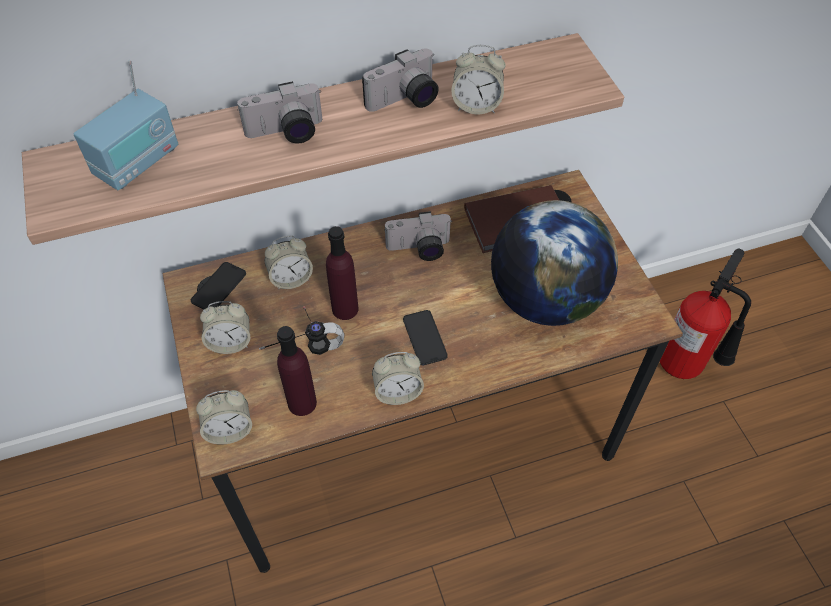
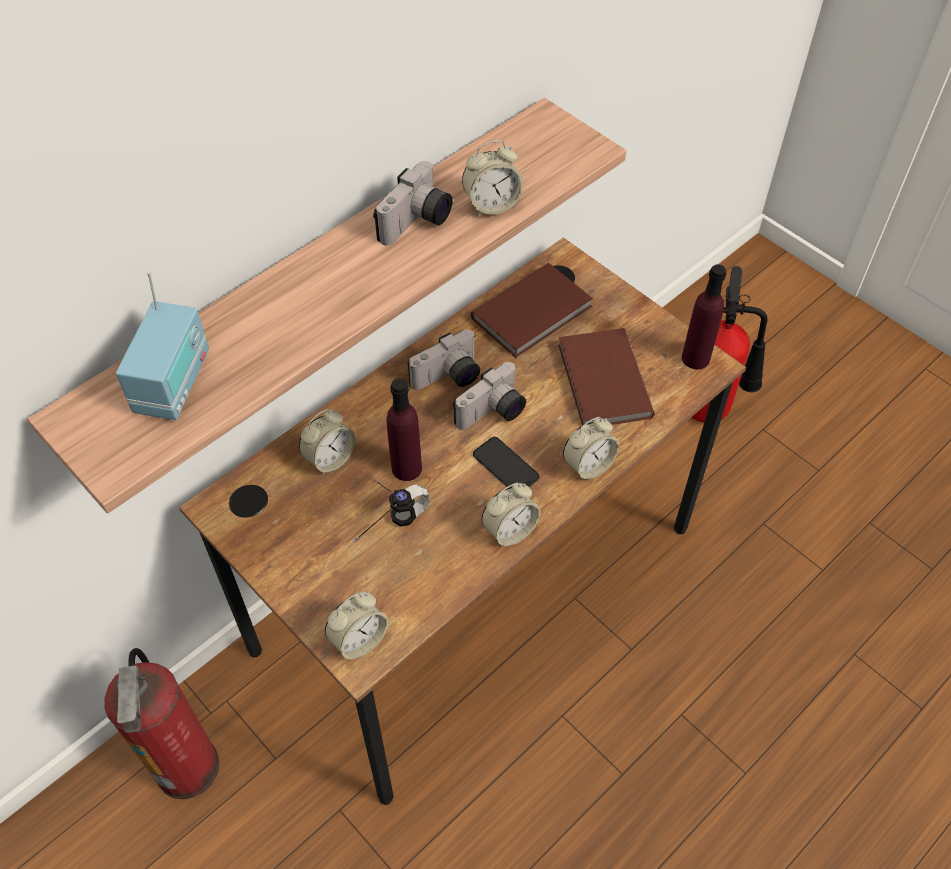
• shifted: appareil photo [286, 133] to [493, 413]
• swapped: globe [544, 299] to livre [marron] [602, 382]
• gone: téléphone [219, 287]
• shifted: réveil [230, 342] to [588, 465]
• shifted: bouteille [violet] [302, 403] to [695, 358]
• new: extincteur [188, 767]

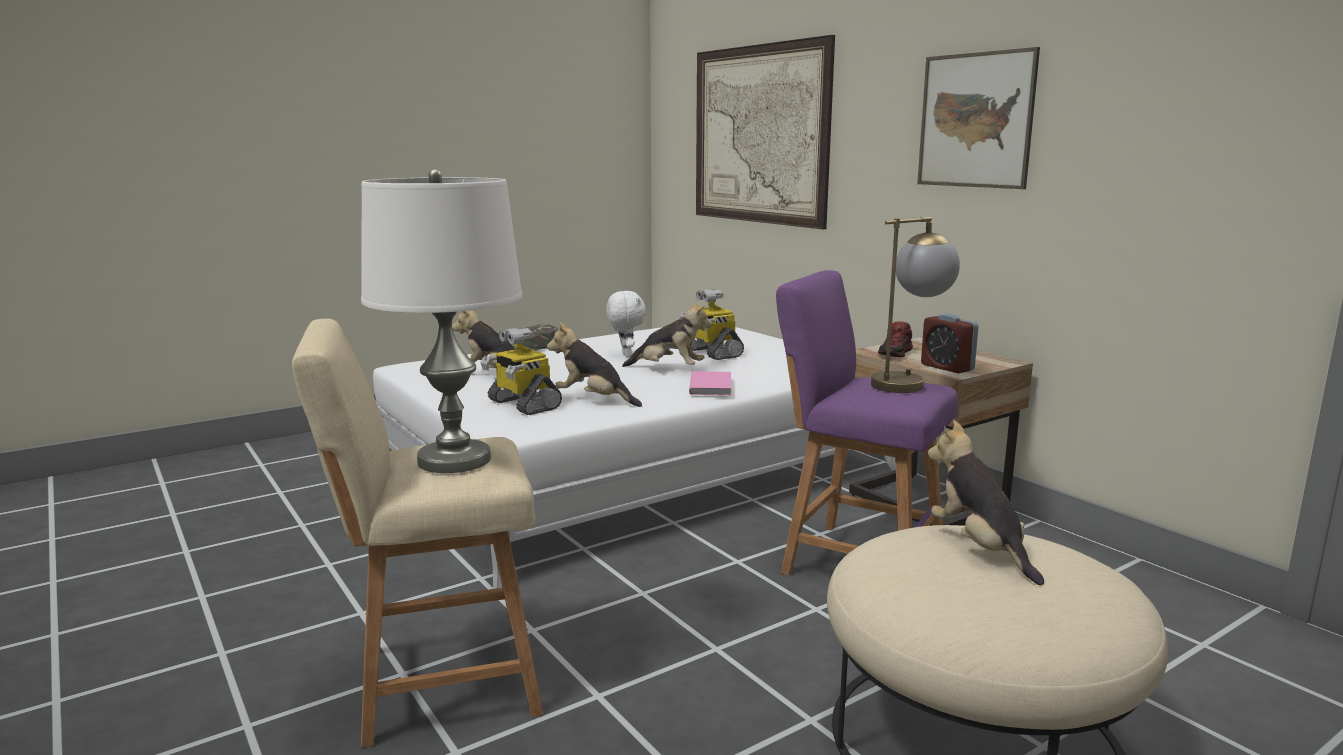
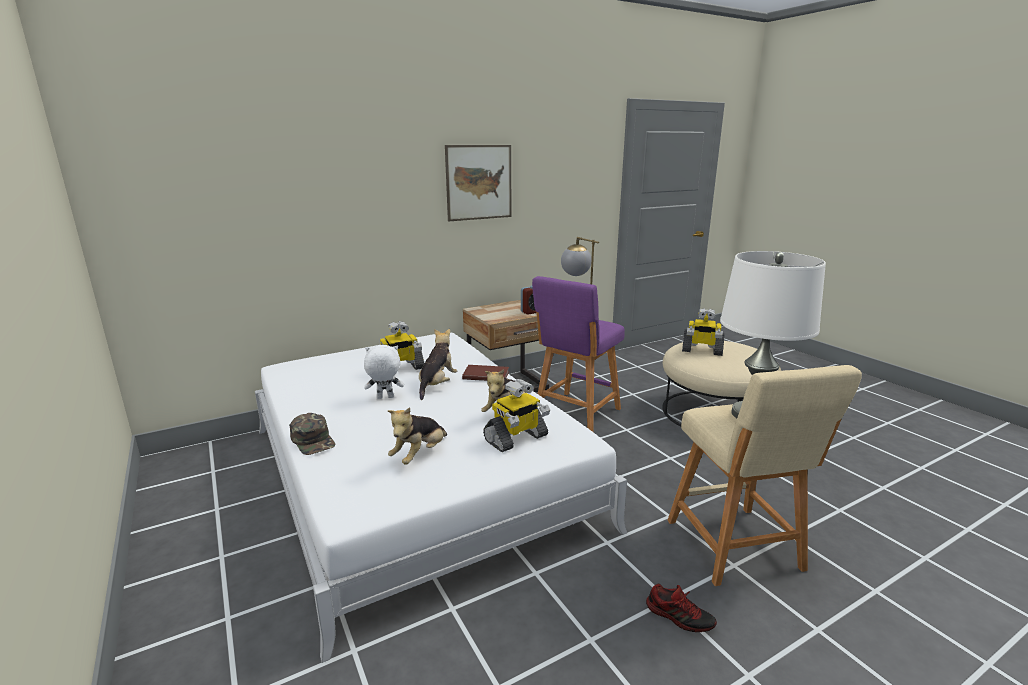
• gone: tableau [759, 135]
• shifted: chaussure [896, 353] to [679, 616]
• repainted: livre [rose] [712, 386] to livre [marron] [485, 375]
• swapped: peluche [979, 548] to robot jouet [701, 350]

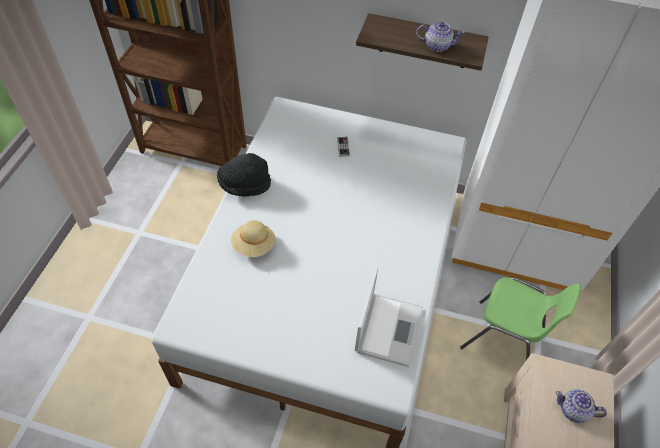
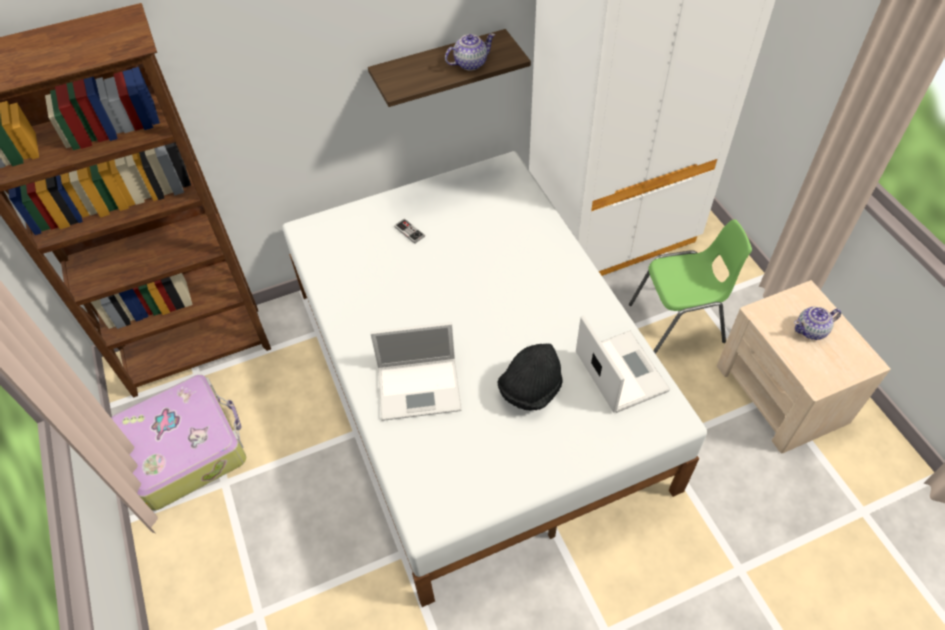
• shifted: chapeau [noir] [244, 185] to [530, 389]
• swapped: chapeau [beige] [254, 246] to ordinateur portable [421, 388]
• new: valise [185, 447]

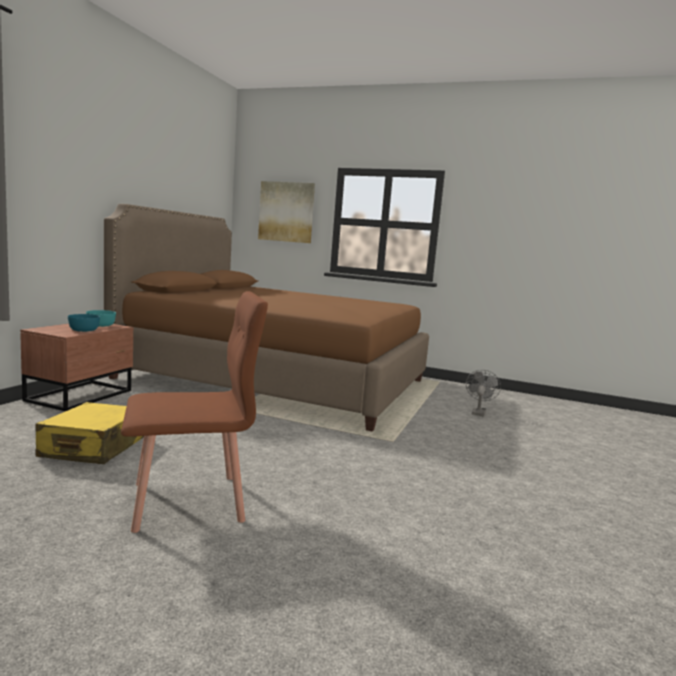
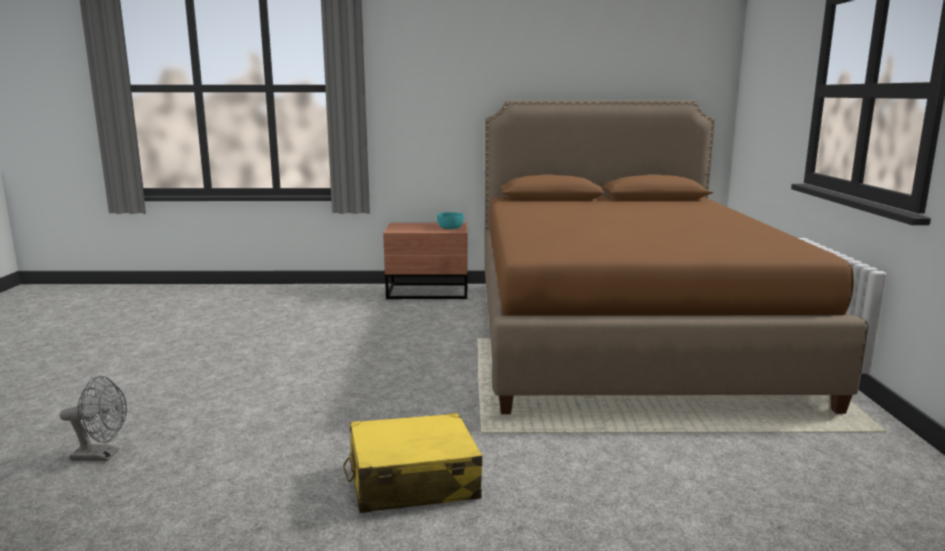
• gone: tableau [286, 212]
• gone: chaise [marron] [189, 502]
• gone: bol [turquoise] [83, 330]
• shifted: ventilateur [gris] [478, 412] to [102, 455]
• shifted: valise [jaune] [94, 447] to [412, 482]

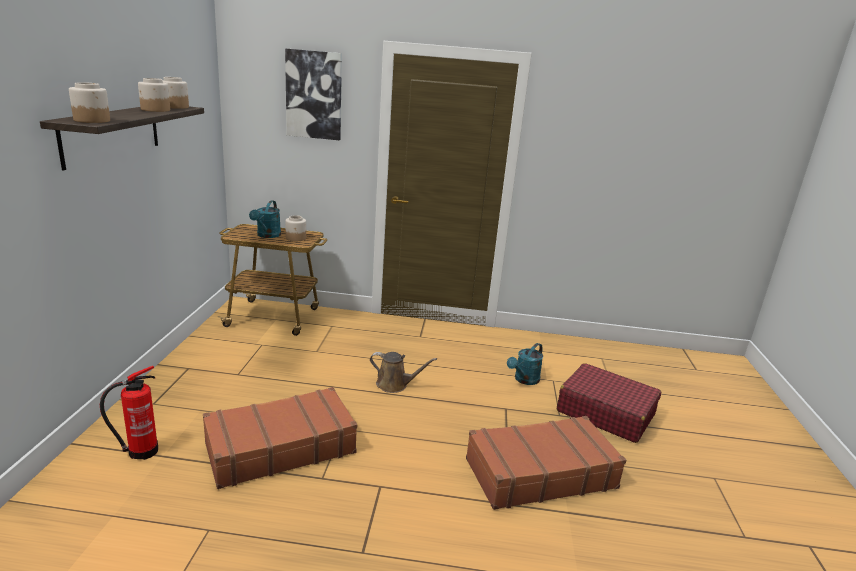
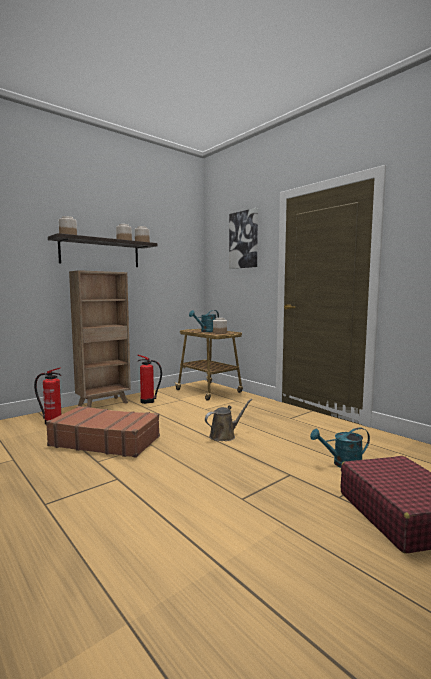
• rotated: arrosoir [marron] [395, 385] = [224, 436] 90 degrees counterclockwise
• gone: valise [marron] [539, 473]
• new: bibliothèque [marron] [104, 404]
• new: extincteur [148, 401]

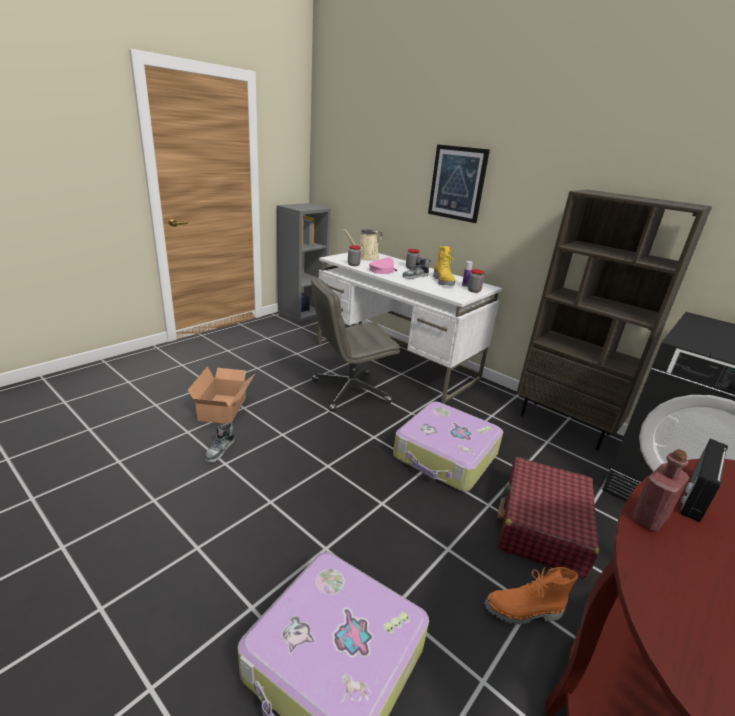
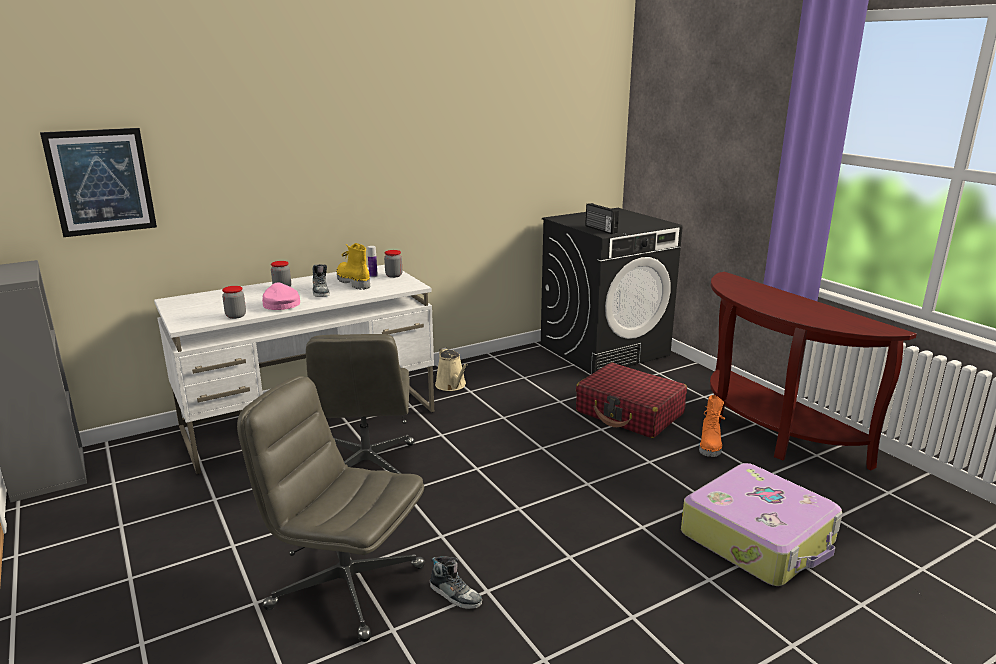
• shifted: tableau [457, 183] to [101, 181]
• gone: bibliothèque [marron] [565, 425]
• shifted: arrosoir [beige] [365, 258] to [452, 385]
• rotated: botte [jaune] [443, 281] = [352, 282] 135 degrees counterclockwise
• swapped: carton [225, 408] to chaise de bureau [gris] [345, 587]
• gone: valise [446, 456]
• shifted: radio [693, 495] to [600, 229]
• gone: bouteille [rouge] [649, 518]

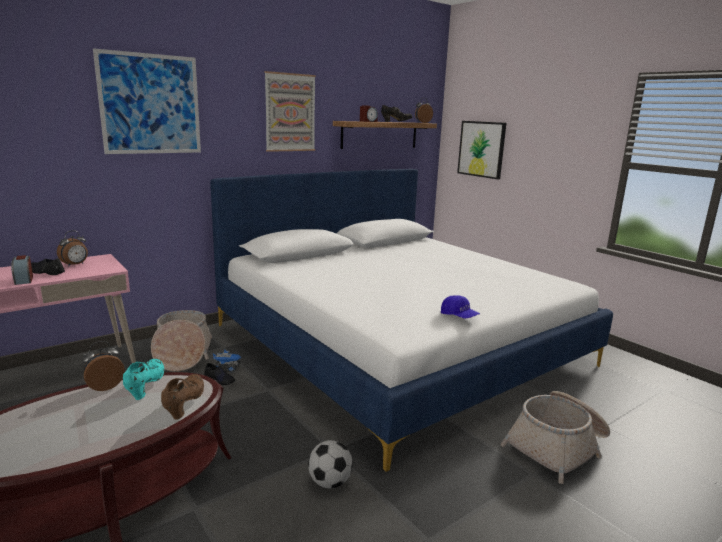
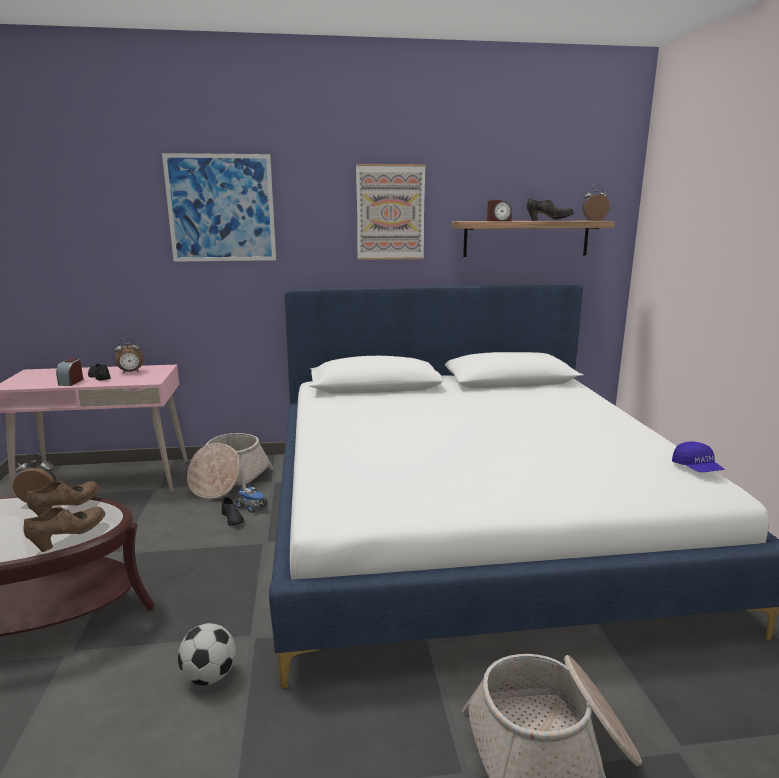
• gone: tableau [481, 149]
• shifted: casquette [bleu] [459, 316] to [696, 469]
• repainted: chaussure [turquoise] [146, 386] to chaussure [marron] [67, 509]

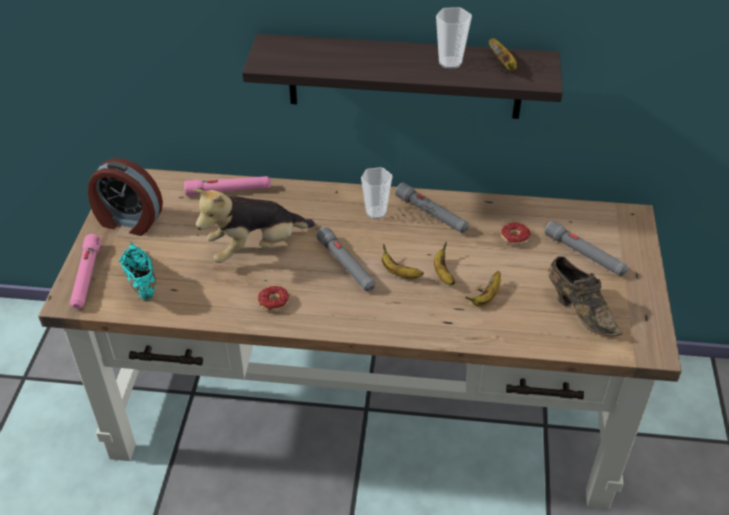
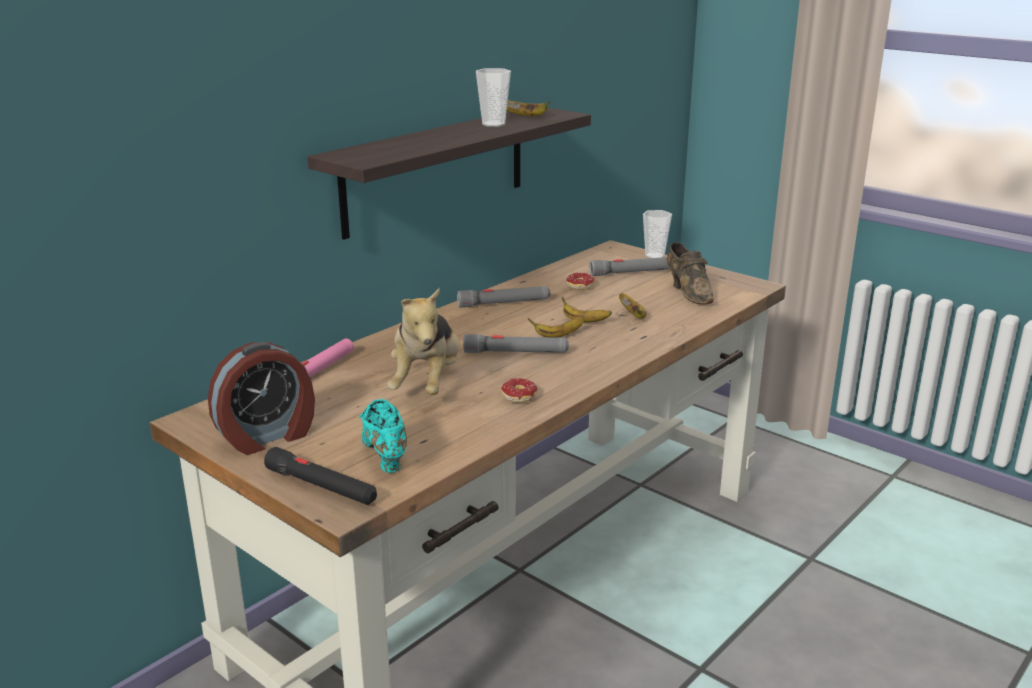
• shifted: tasse [376, 213] to [654, 256]
• repainted: lampe de poche [rose] [86, 277] to lampe de poche [noir] [321, 486]
• rotated: chaussure [turquoise] [141, 282] = [384, 455] 60 degrees clockwise
• rotated: chaussure [marron] [579, 310] = [689, 292] 75 degrees clockwise

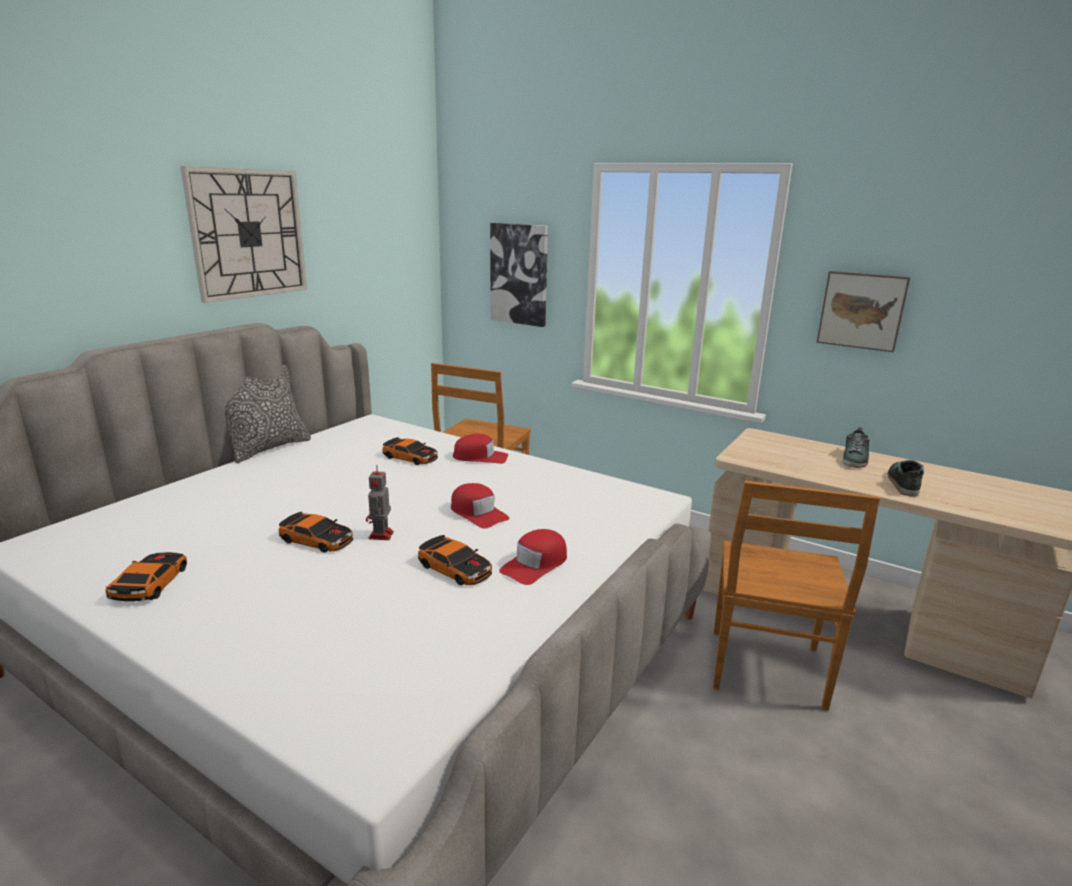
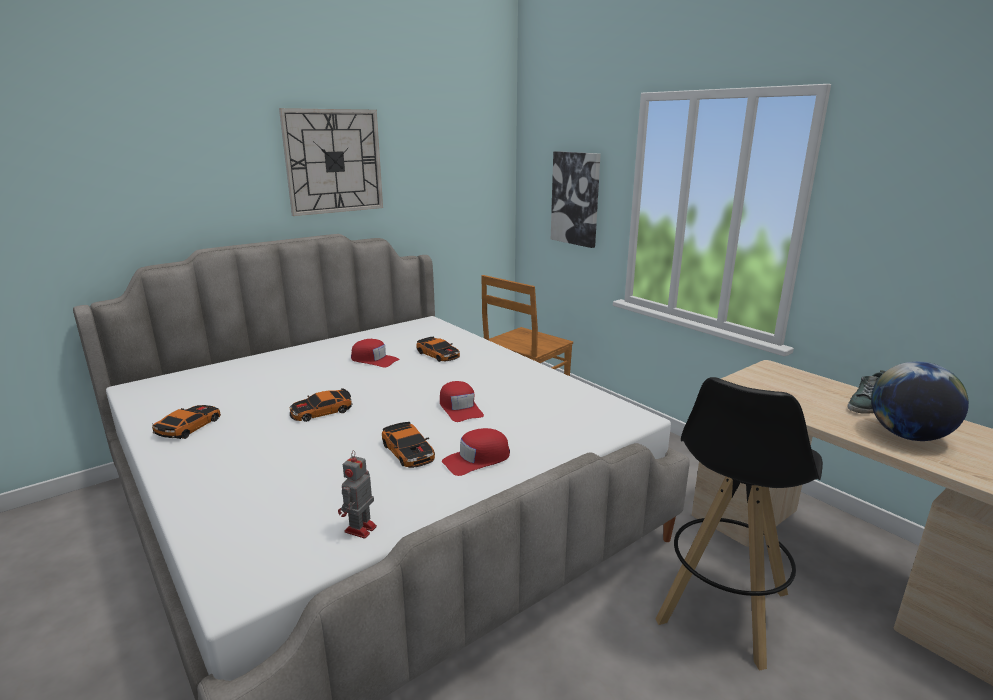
• gone: tableau [862, 310]
• gone: coussin [268, 448]
• shifted: casquette [rouge] [480, 457] to [374, 360]
• swapped: chaussure [902, 482] to globe [908, 436]
• shifted: robot jouet [380, 536] to [359, 530]
• swapped: chaise [marron] [766, 670] to tabouret [noir] [722, 608]
• rotated: petite voiture [318, 539] = [321, 411] 105 degrees clockwise

